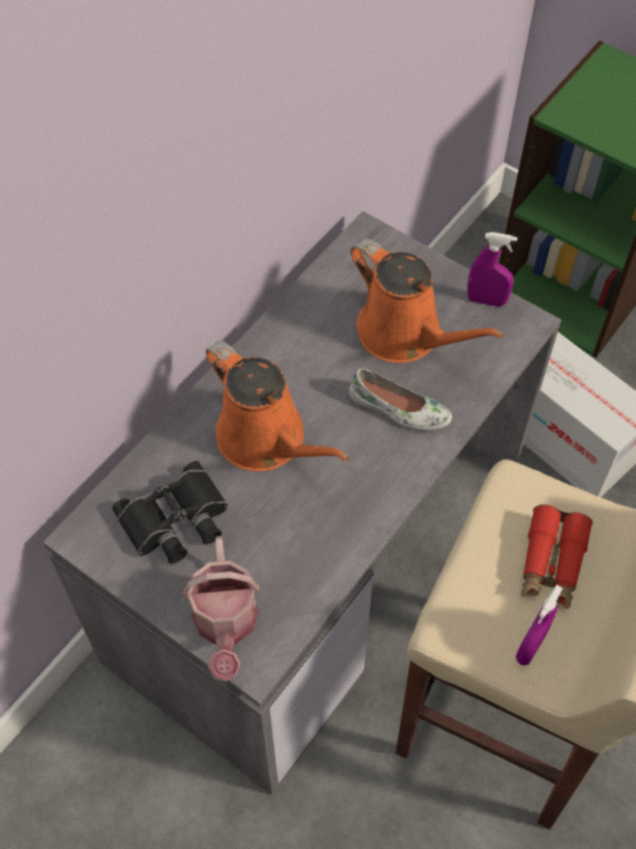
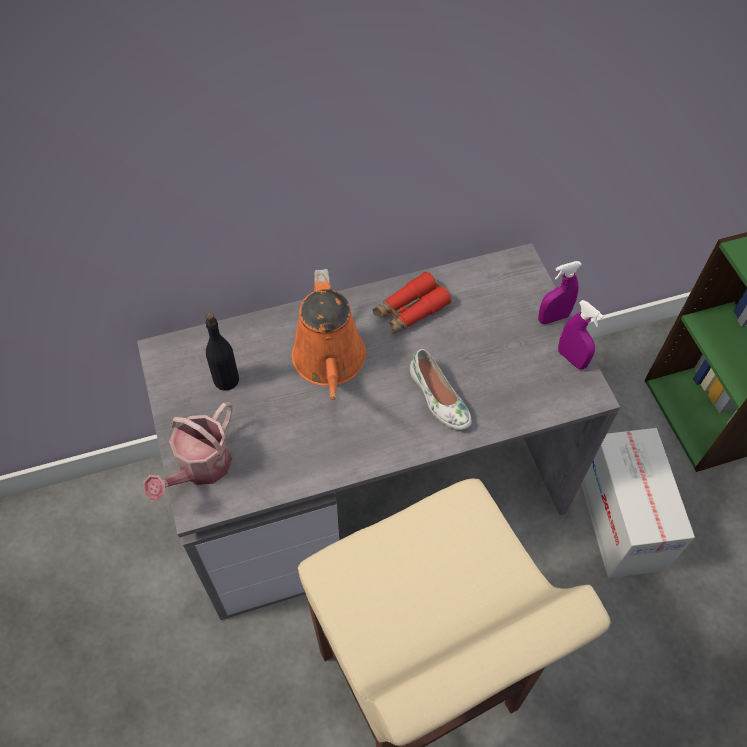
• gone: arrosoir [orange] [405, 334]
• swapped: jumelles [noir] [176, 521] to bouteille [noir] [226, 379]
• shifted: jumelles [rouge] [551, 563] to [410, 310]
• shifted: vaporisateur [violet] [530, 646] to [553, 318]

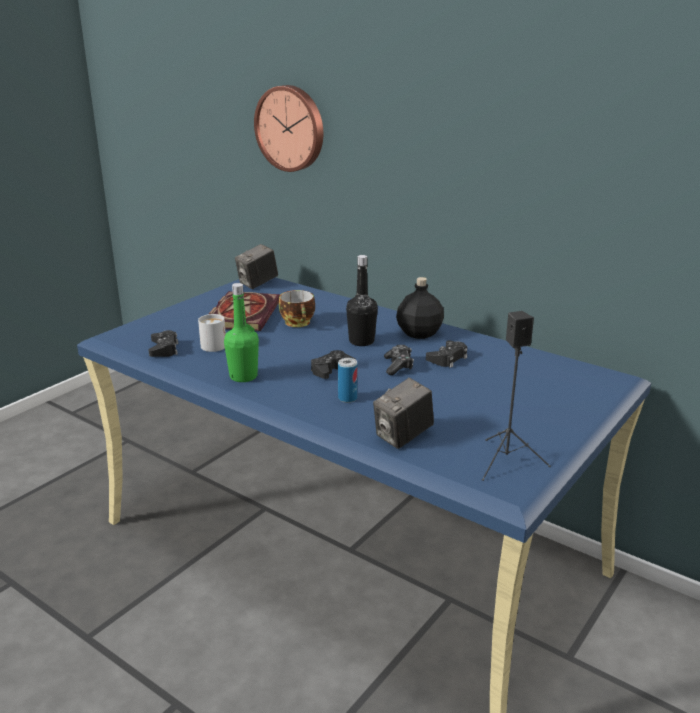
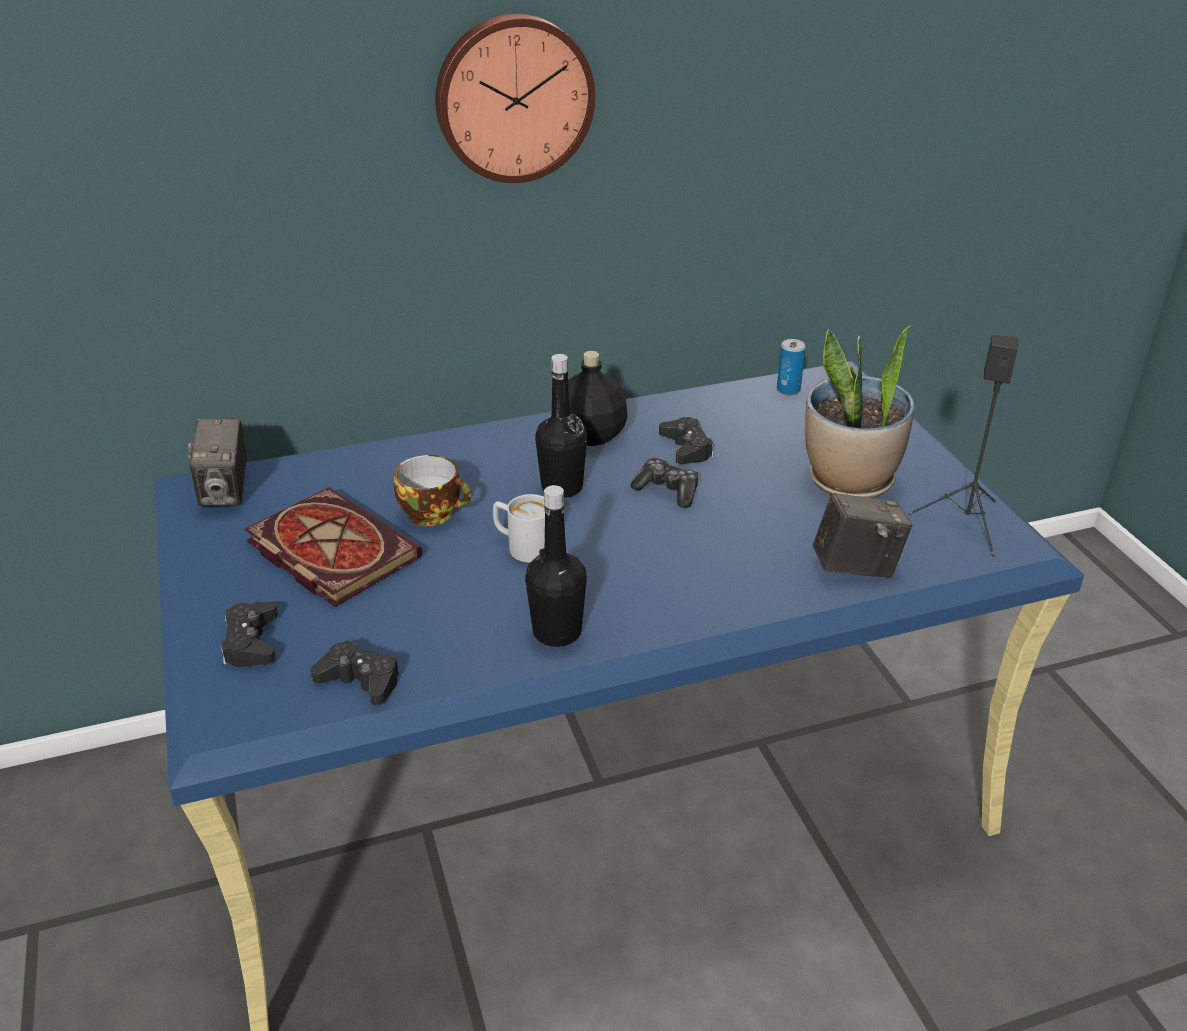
• shifted: horloge murale [291, 128] to [513, 98]
• repainted: bouteille [vert] [243, 376] to bouteille [noir] [557, 632]
• shifted: mug [blanc] [213, 344] to [522, 546]
• shifted: manette [noir] [331, 370] to [251, 642]
• shifted: boîte métallique [347, 398] to [788, 390]
• rotated: appareil photo [403, 437] = [855, 567] 90 degrees counterclockwise
• new: plante en pot [849, 481]

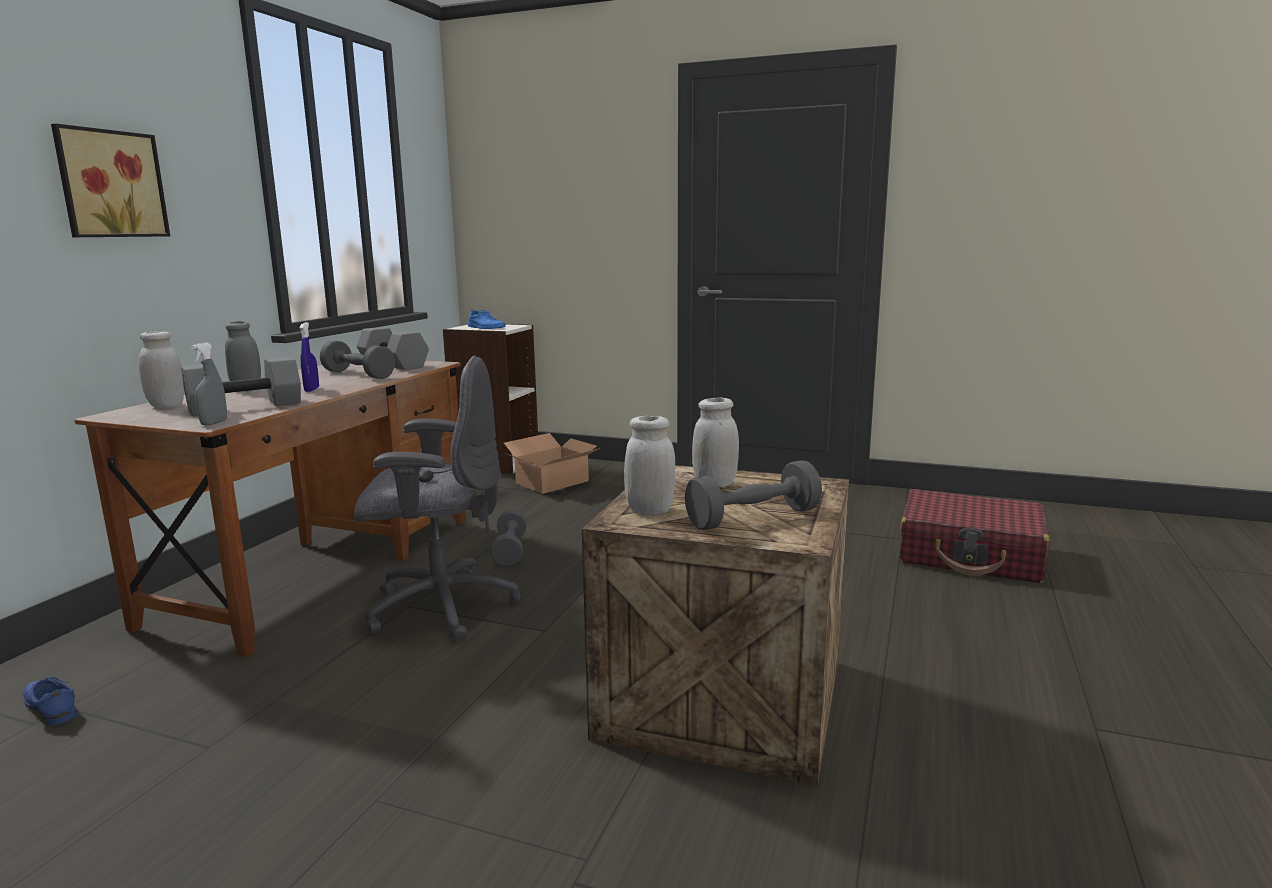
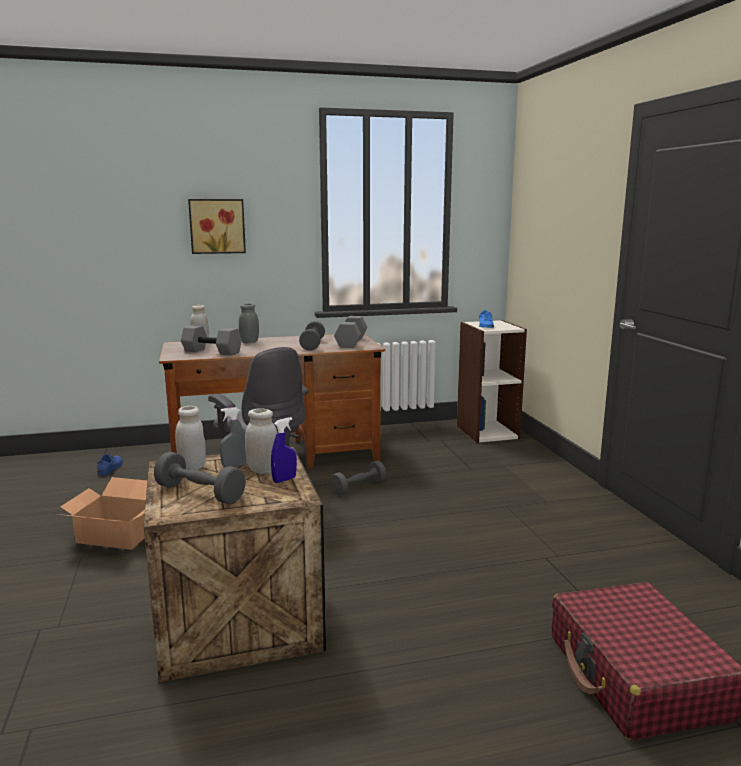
• shifted: vaporisateur [bleu] [312, 389] to [284, 480]
• shifted: vaporisateur [gris] [214, 423] to [234, 465]
• shifted: carton [551, 482] to [117, 534]

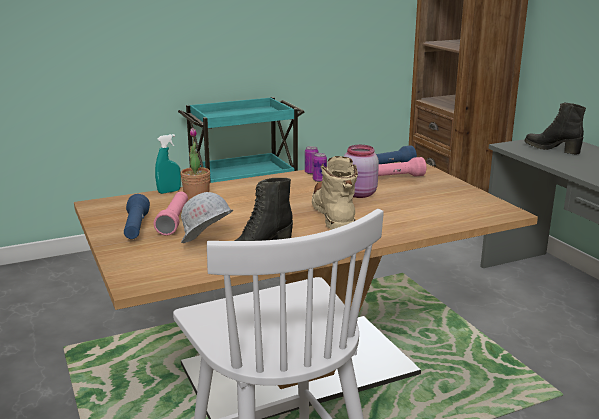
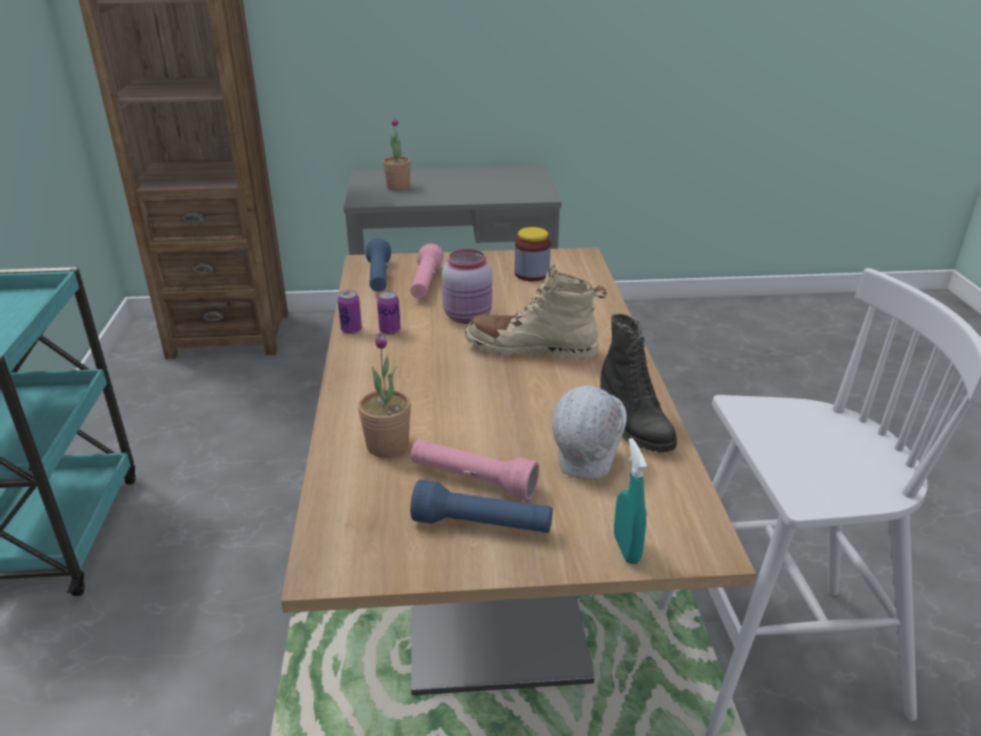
• swapped: botte [noir] [552, 149] to plante en pot [398, 187]
• shifted: vaporisateur [turquoise] [169, 191] to [626, 549]
• new: bocal [531, 274]

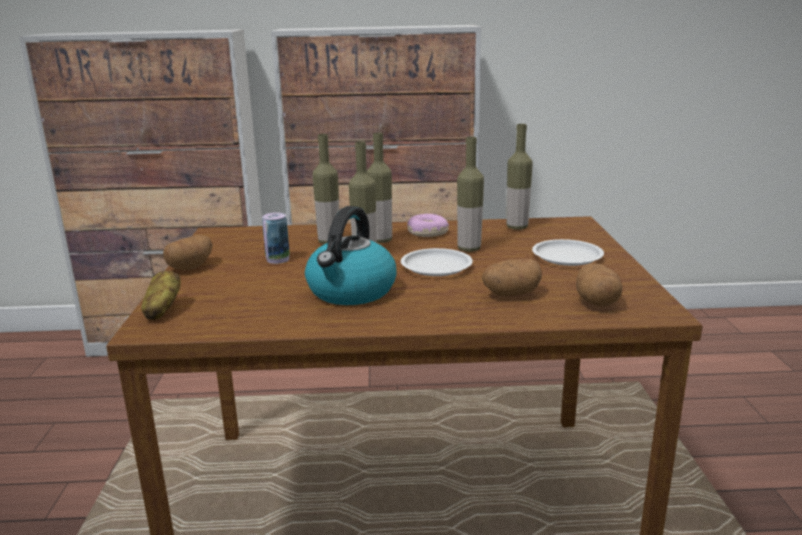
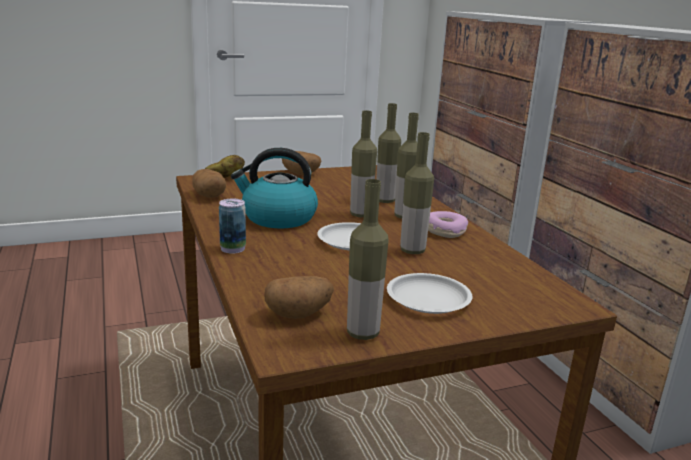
• shifted: bouteille [517, 227] to [363, 333]
• shifted: boîte métallique [278, 259] to [233, 248]
• shifted: pomme de terre [510, 294] to [209, 196]

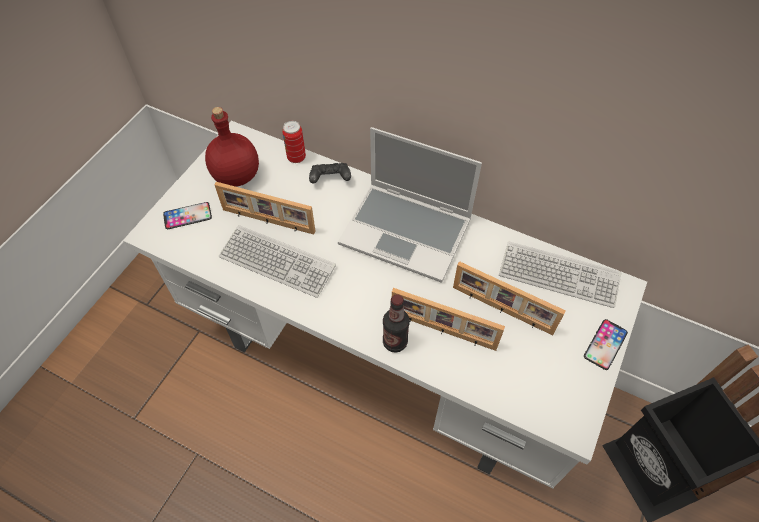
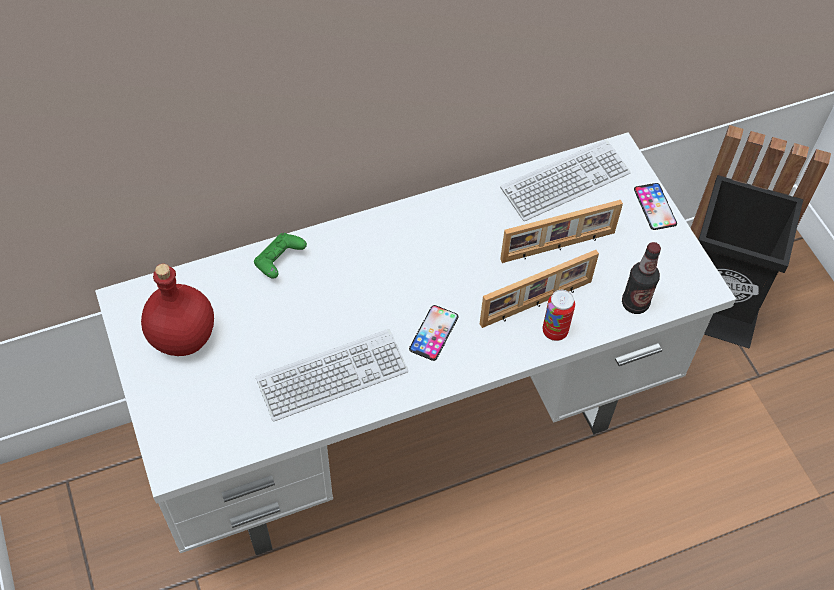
• shifted: boîte métallique [296, 157] to [555, 331]
• gone: ordinateur portable [407, 232]
• repainted: manette [noir] [330, 179] to manette [vert] [279, 262]
• gone: cadre photo [268, 221]
• shifted: téléphone [187, 216] to [434, 333]
• shifted: bouteille [395, 342] to [635, 303]

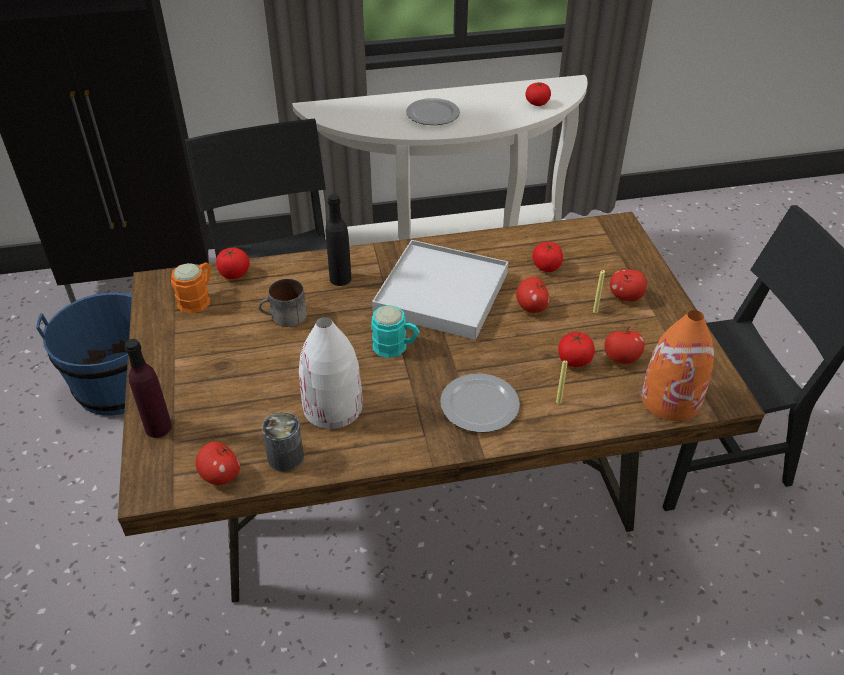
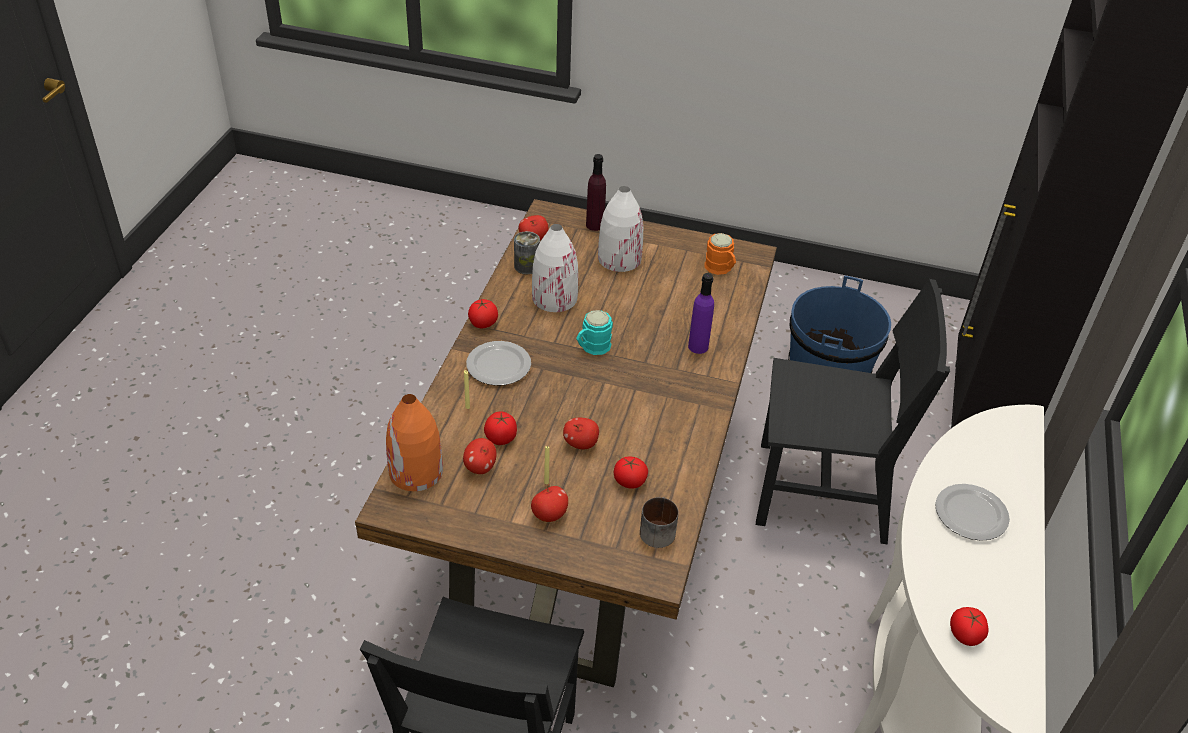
• repainted: bouteille [noir] [340, 278] to bouteille [violet] [698, 346]
• gone: plateau [blanc] [441, 294]
• shifted: tomate [234, 273] to [483, 323]
• shifted: mug [284, 317] to [656, 529]
• new: vase [blanc] [619, 258]

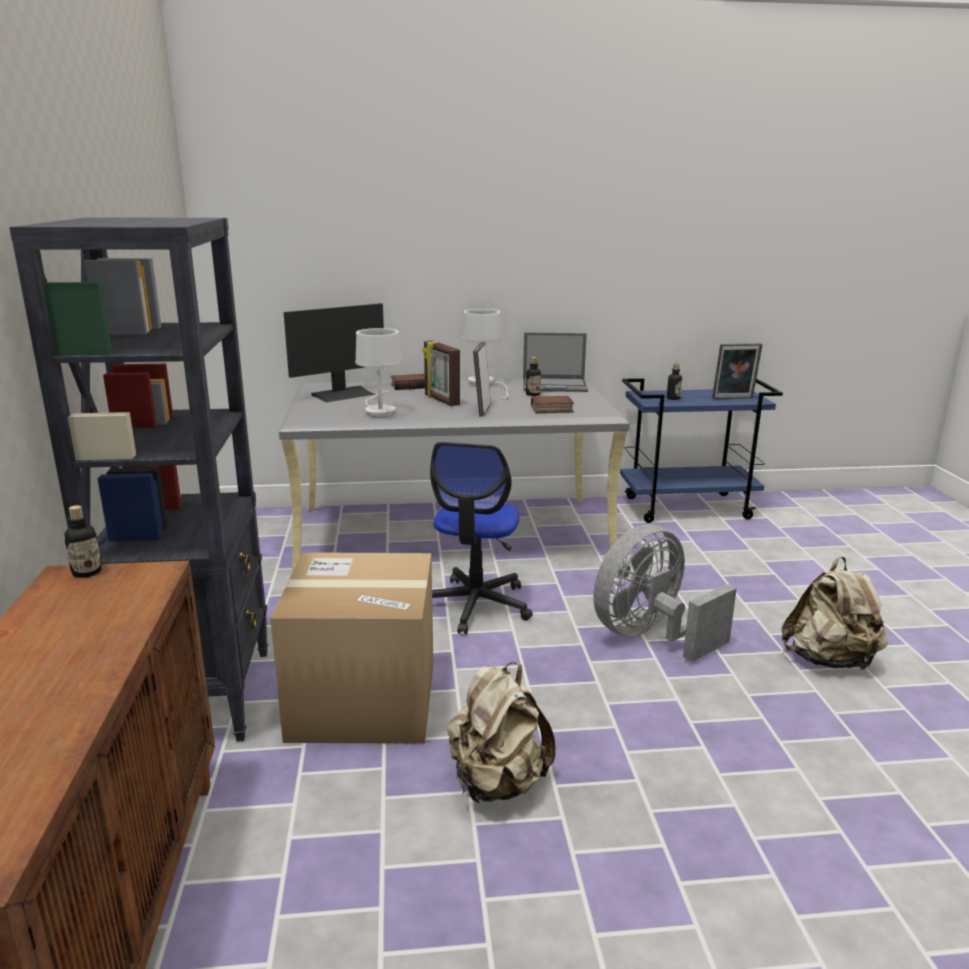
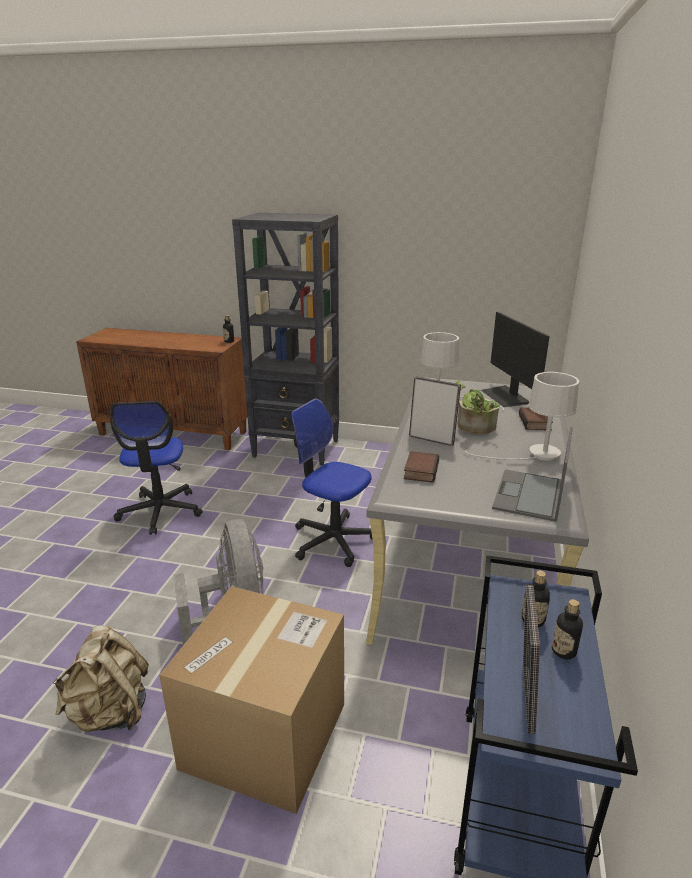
• swapped: cadre photo [441, 400] to plante en pot [473, 428]
• shifted: bouteille [533, 394] to [563, 651]
• shifted: carton [363, 700] to [265, 735]
• swapped: sac à dos [beige] [497, 783] to chaise de bureau [160, 511]

